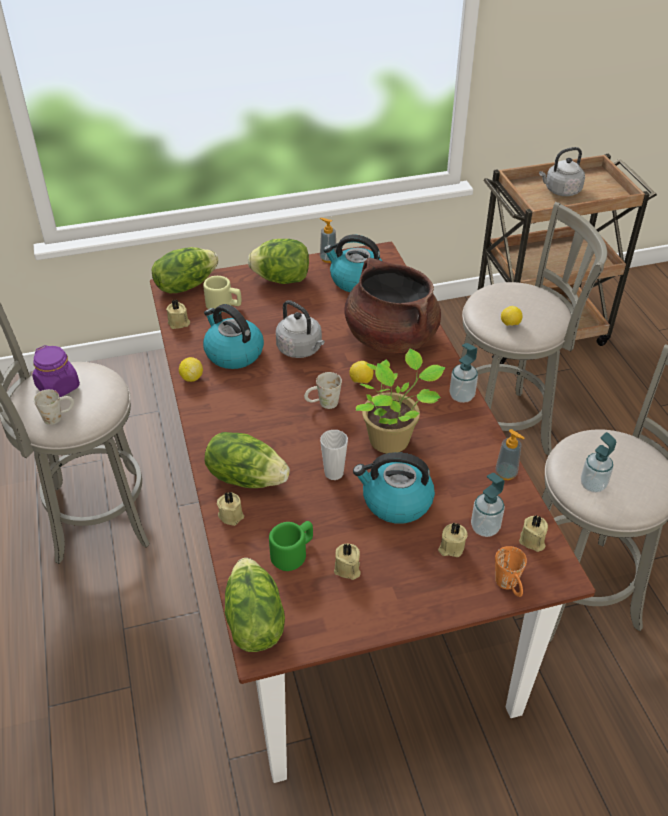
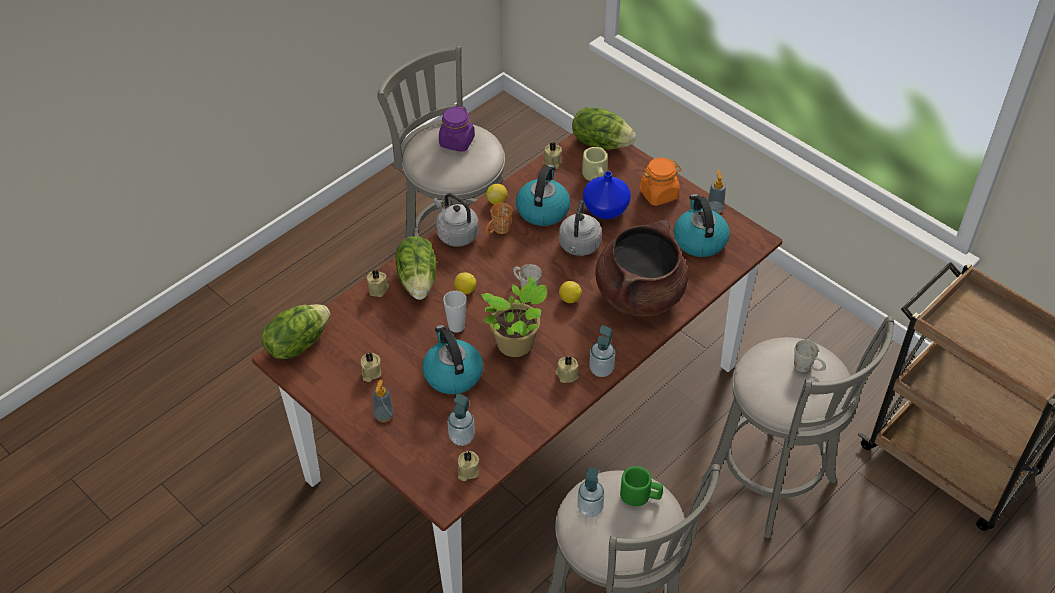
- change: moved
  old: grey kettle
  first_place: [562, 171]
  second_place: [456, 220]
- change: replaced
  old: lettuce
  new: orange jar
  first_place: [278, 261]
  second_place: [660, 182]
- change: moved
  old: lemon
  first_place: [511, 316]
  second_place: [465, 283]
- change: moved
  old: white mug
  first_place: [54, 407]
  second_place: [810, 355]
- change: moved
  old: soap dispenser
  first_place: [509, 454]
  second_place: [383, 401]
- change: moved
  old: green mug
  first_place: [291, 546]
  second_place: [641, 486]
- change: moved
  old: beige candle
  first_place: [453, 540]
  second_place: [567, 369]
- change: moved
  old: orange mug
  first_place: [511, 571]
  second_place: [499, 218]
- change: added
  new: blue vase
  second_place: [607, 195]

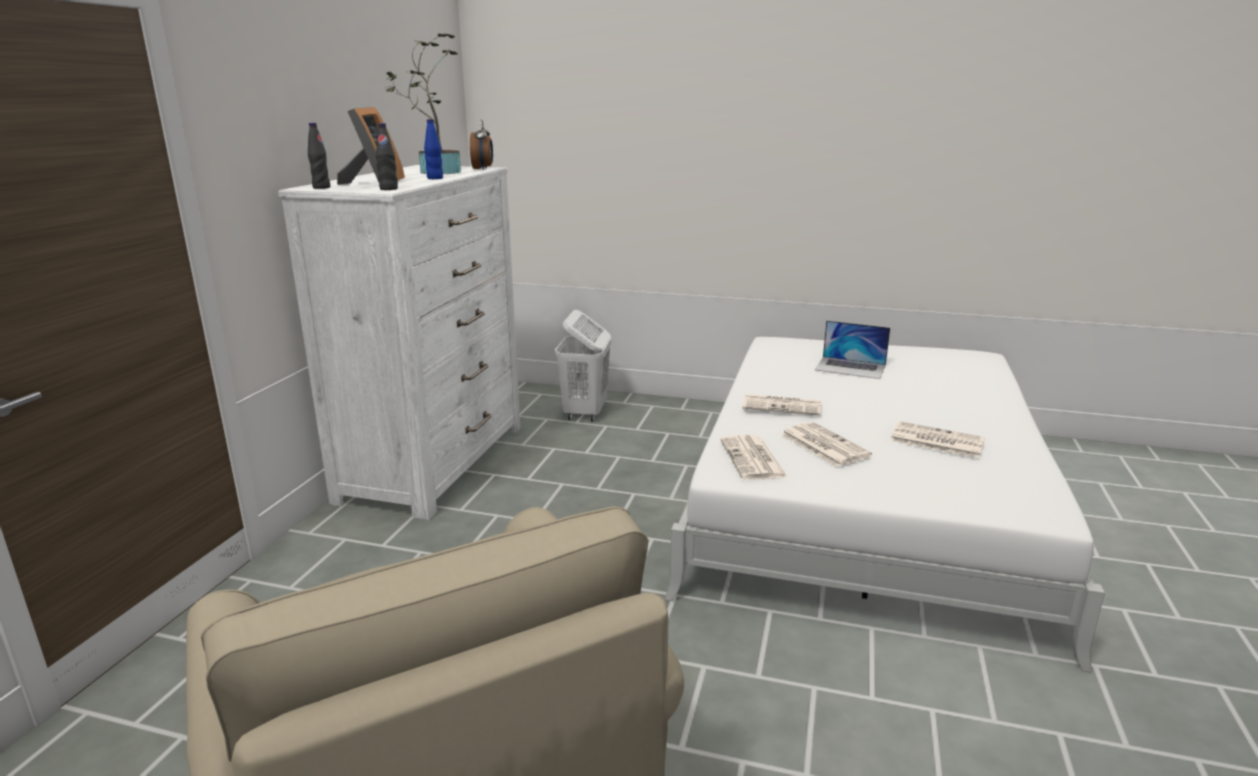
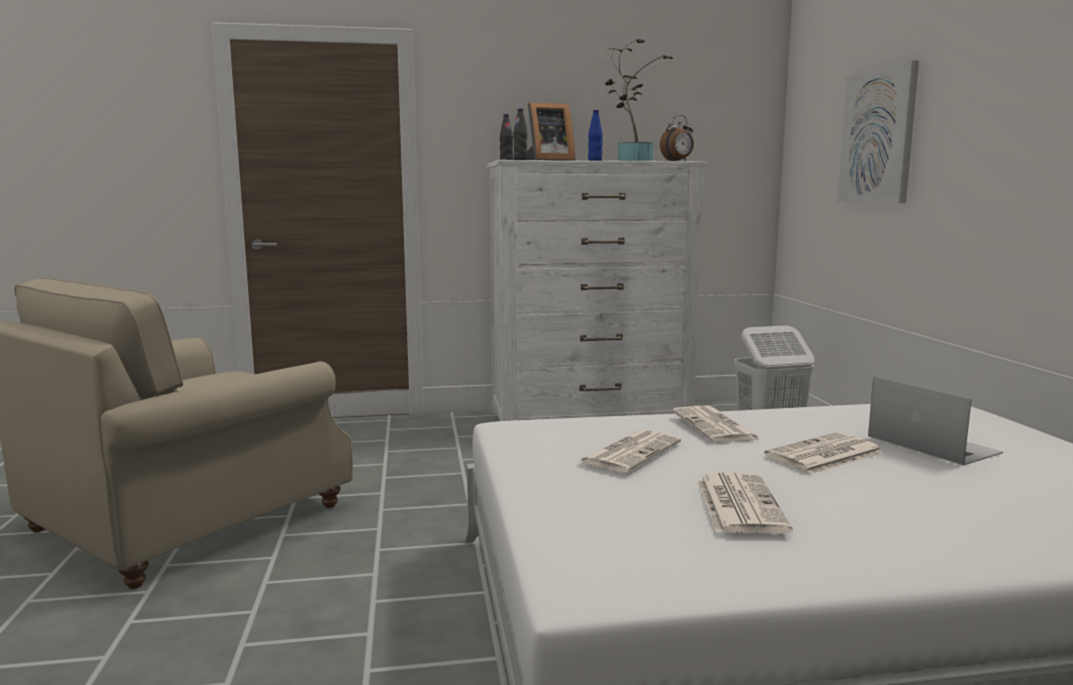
- change: turned
  old: laptop
  first_place: [852, 349]
  second_place: [935, 421]
  degrees: 150
- change: moved
  old: newspaper
  first_place: [754, 457]
  second_place: [823, 453]
- change: added
  new: picture
  second_place: [878, 131]

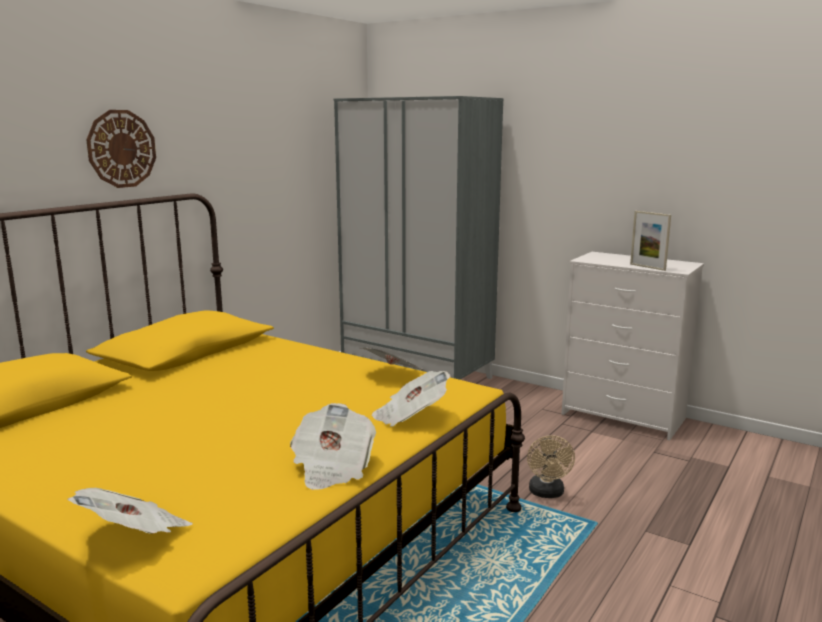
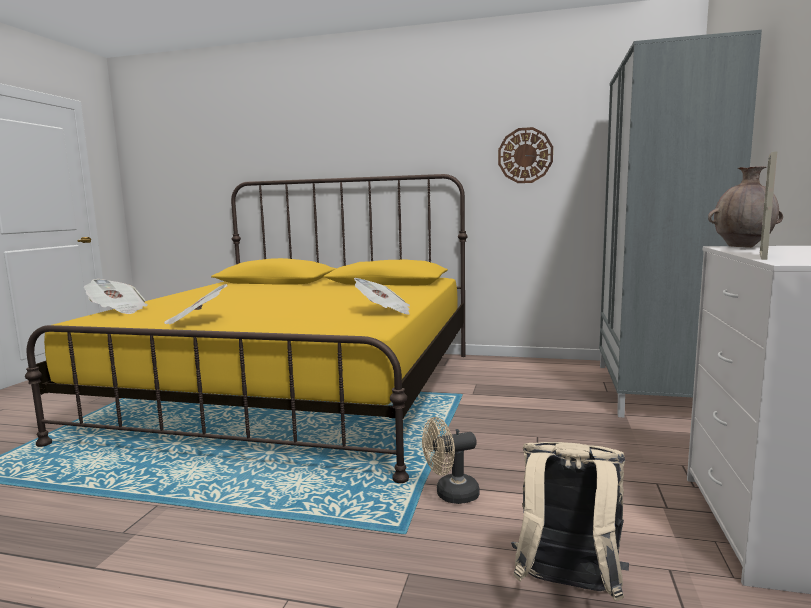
- change: moved
  old: wall clock
  first_place: [121, 149]
  second_place: [525, 155]
- change: removed
  old: newspaper
  first_place: [411, 399]
- change: added
  new: brown vase
  second_place: [745, 207]
- change: added
  new: beige backpack
  second_place: [570, 521]

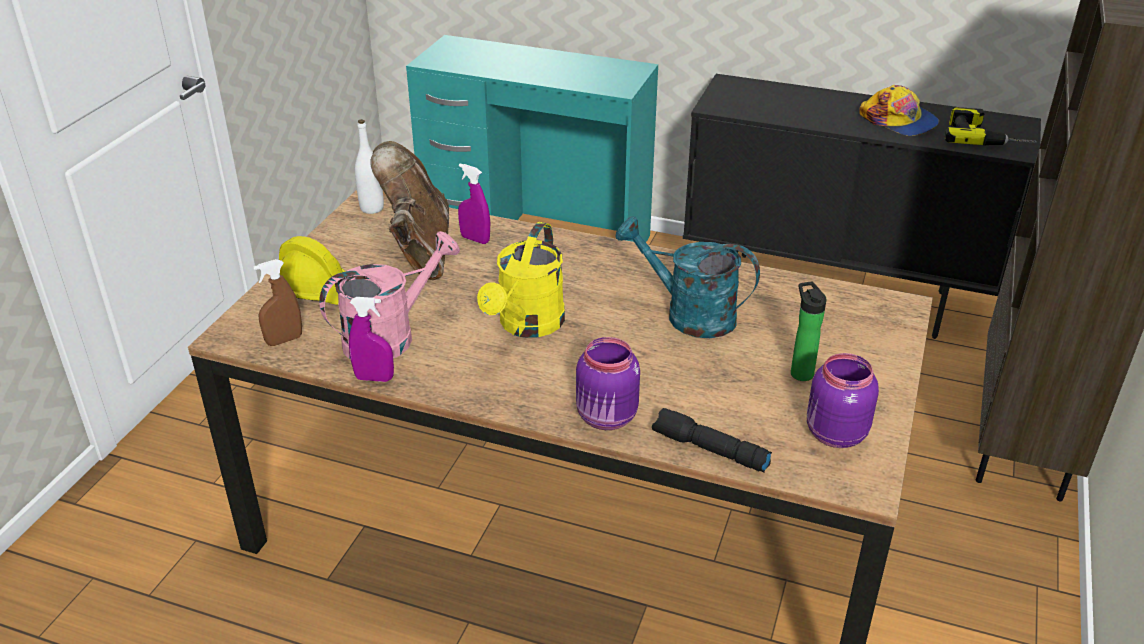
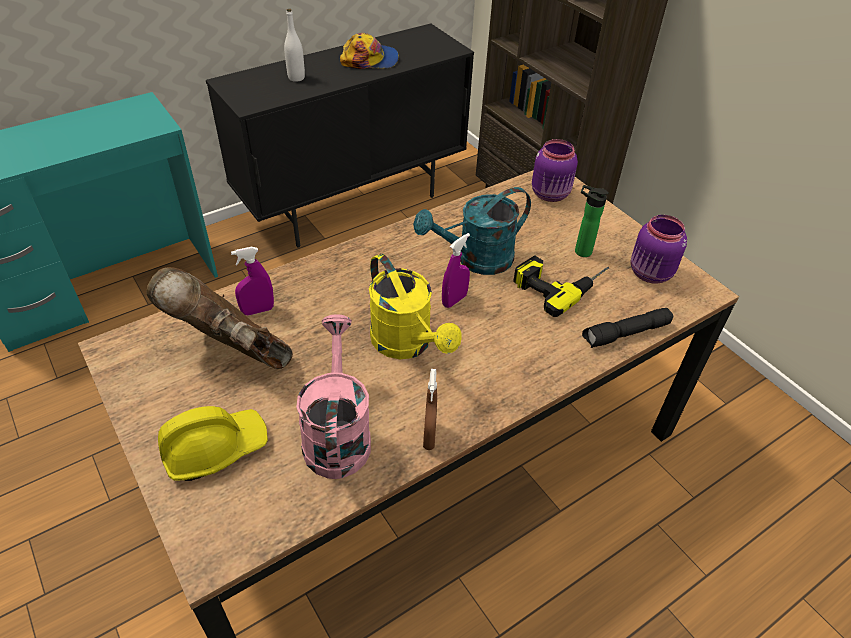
- change: moved
  old: power drill
  first_place: [990, 126]
  second_place: [561, 286]
- change: moved
  old: white bottle
  first_place: [369, 166]
  second_place: [294, 45]
- change: moved
  old: brown spray bottle
  first_place: [277, 302]
  second_place: [430, 409]
- change: moved
  old: purple spray bottle
  first_place: [371, 339]
  second_place: [456, 270]
- change: moved
  old: purple jar
  first_place: [608, 383]
  second_place: [555, 170]

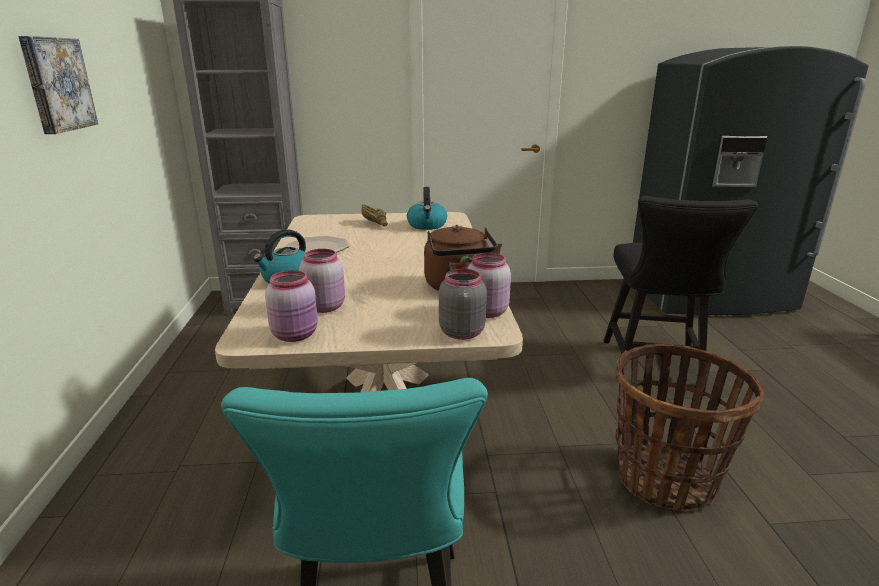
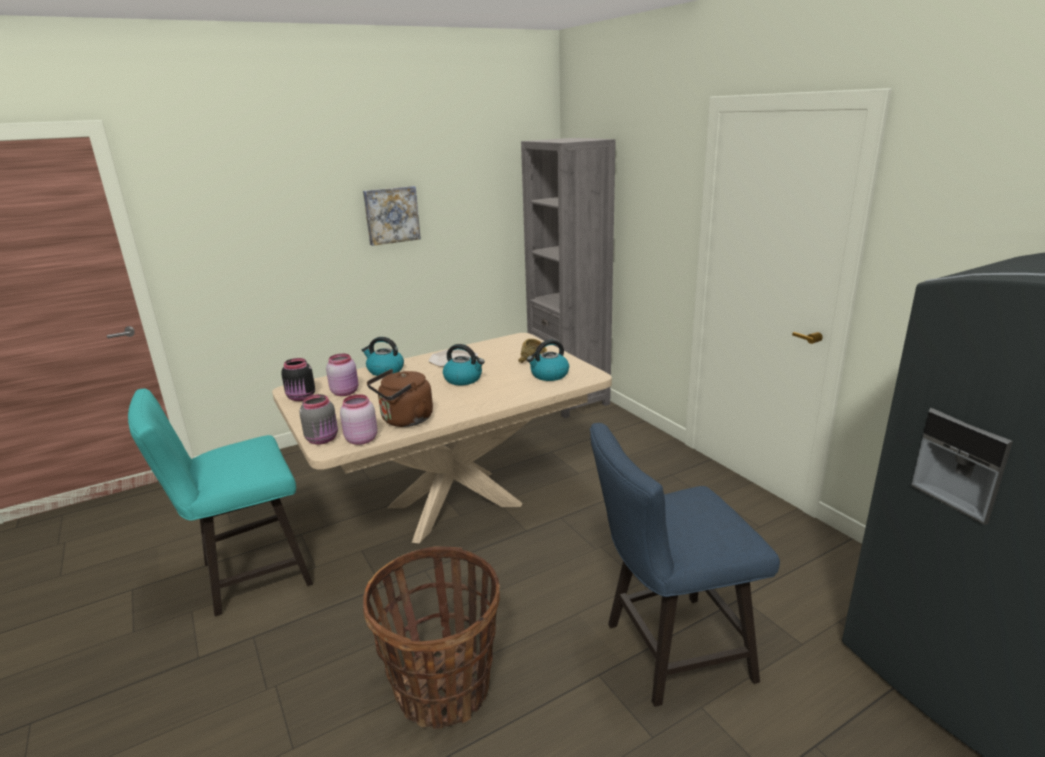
- change: recoloured
  old: black chair
  new: blue chair
  first_place: [680, 284]
  second_place: [685, 565]
- change: recoloured
  old: pink jar
  new: black jar
  first_place: [291, 306]
  second_place: [298, 379]
- change: added
  new: kettle
  second_place: [464, 364]

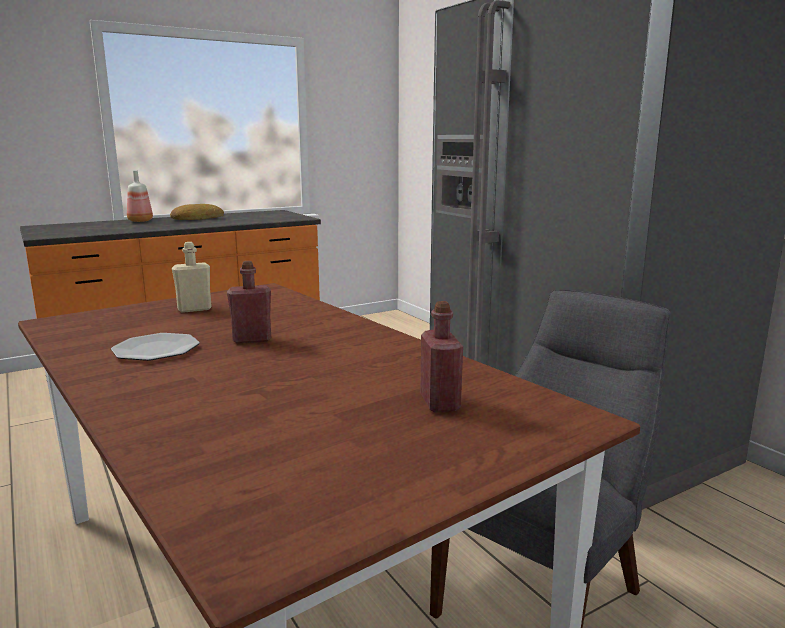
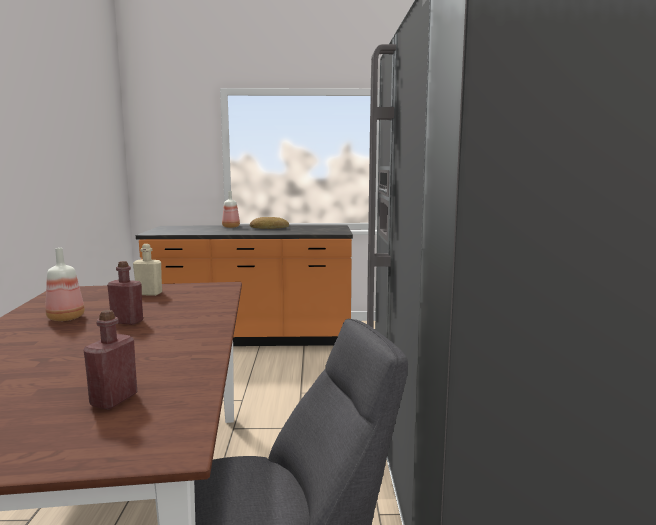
- change: replaced
  old: plate
  new: bottle
  first_place: [155, 347]
  second_place: [65, 284]

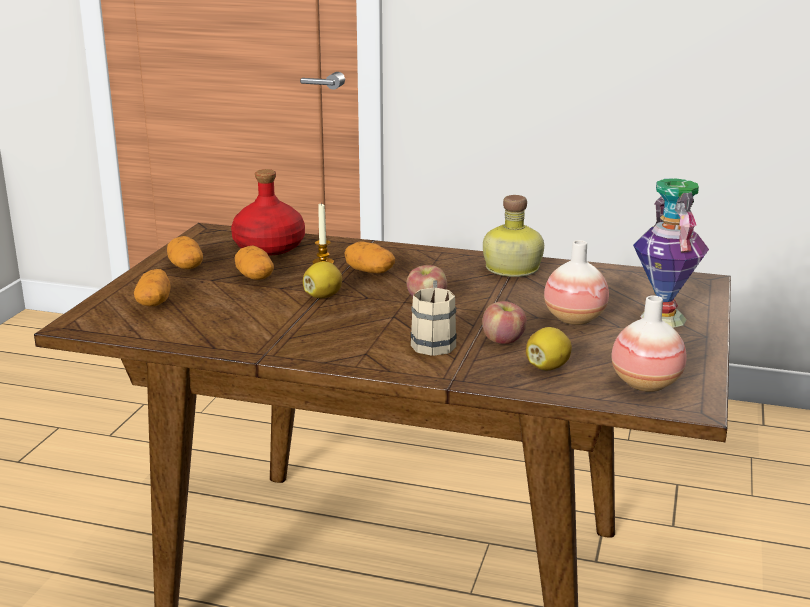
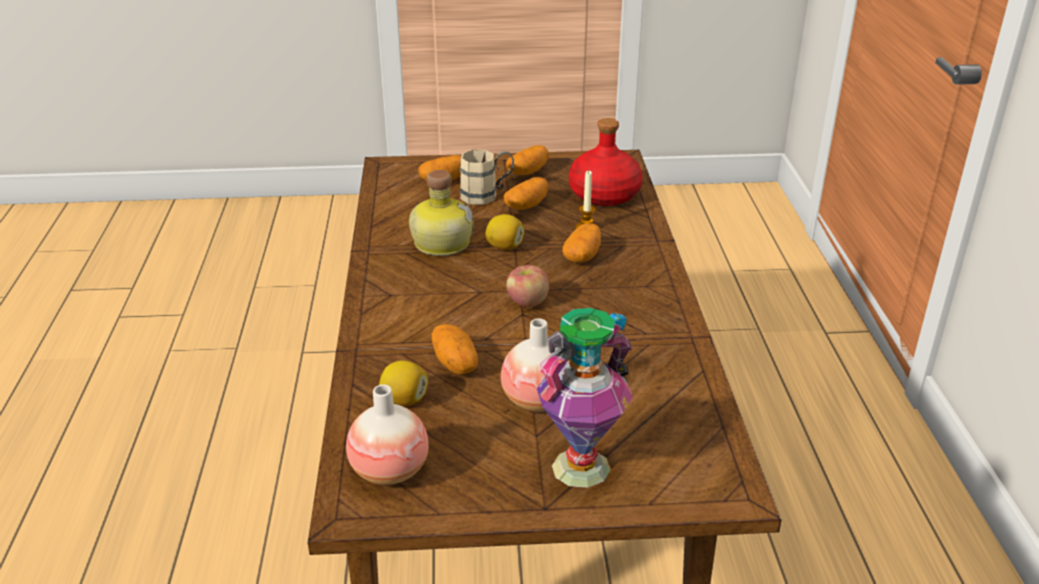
- change: moved
  old: bottle
  first_place: [513, 236]
  second_place: [441, 213]
- change: moved
  old: beige mug
  first_place: [434, 318]
  second_place: [487, 177]
- change: replaced
  old: apple
  new: potato
  first_place: [504, 322]
  second_place: [455, 349]

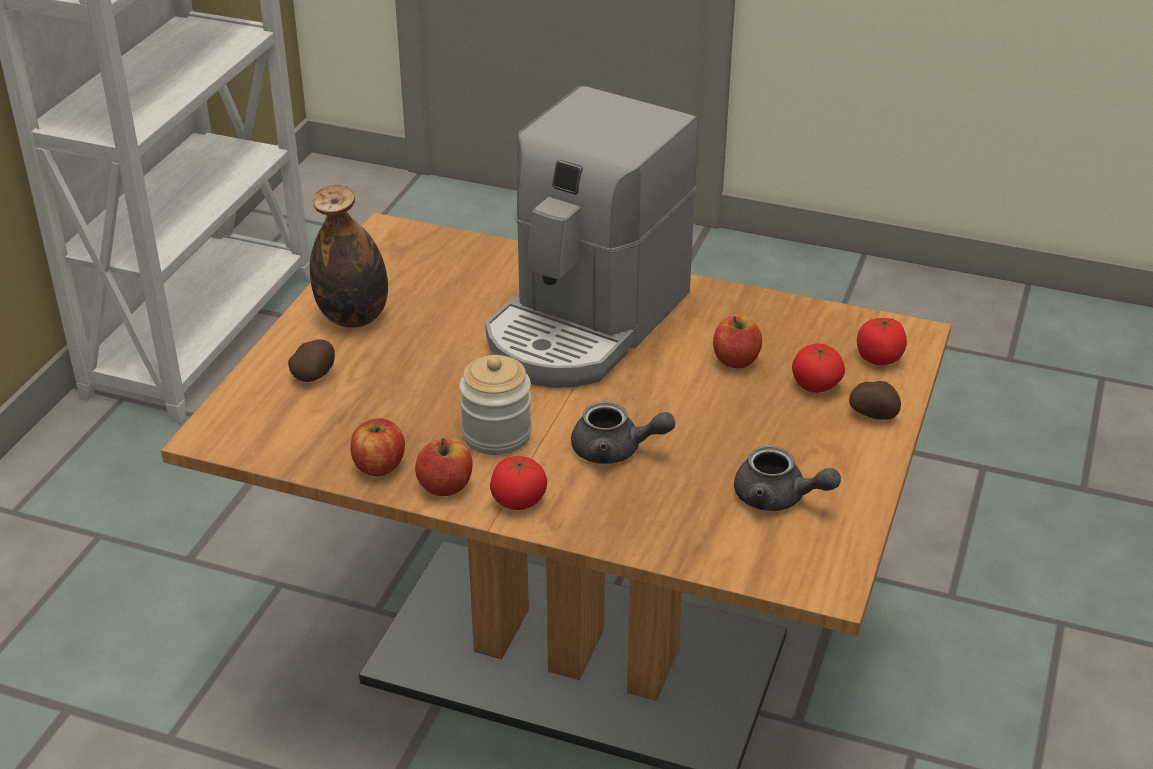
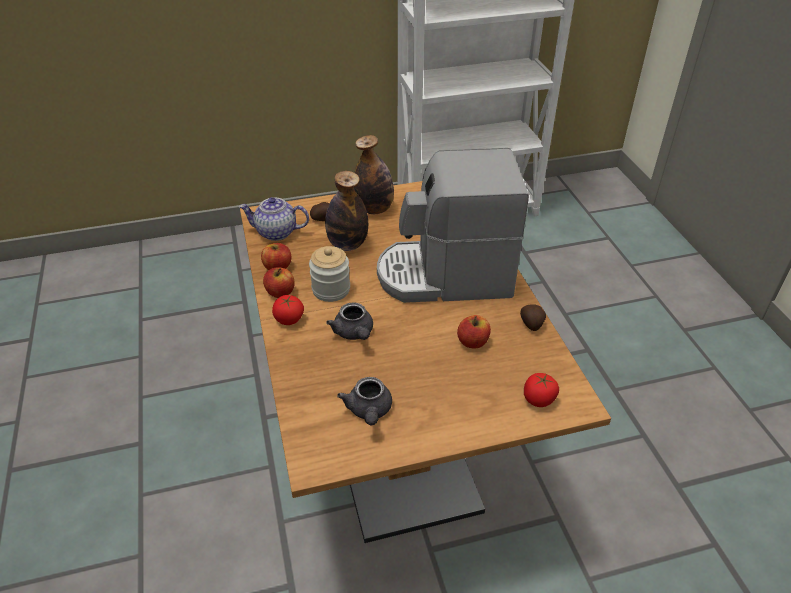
- change: removed
  old: tomato
  first_place: [818, 368]
- change: moved
  old: potato
  first_place: [875, 400]
  second_place: [533, 317]
- change: added
  new: bottle
  second_place: [346, 211]
- change: added
  new: teapot
  second_place: [274, 219]

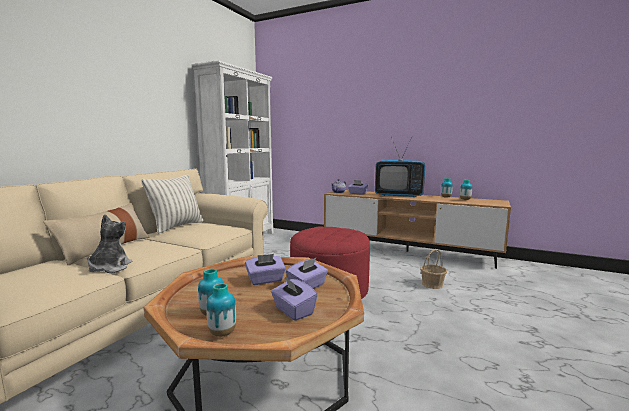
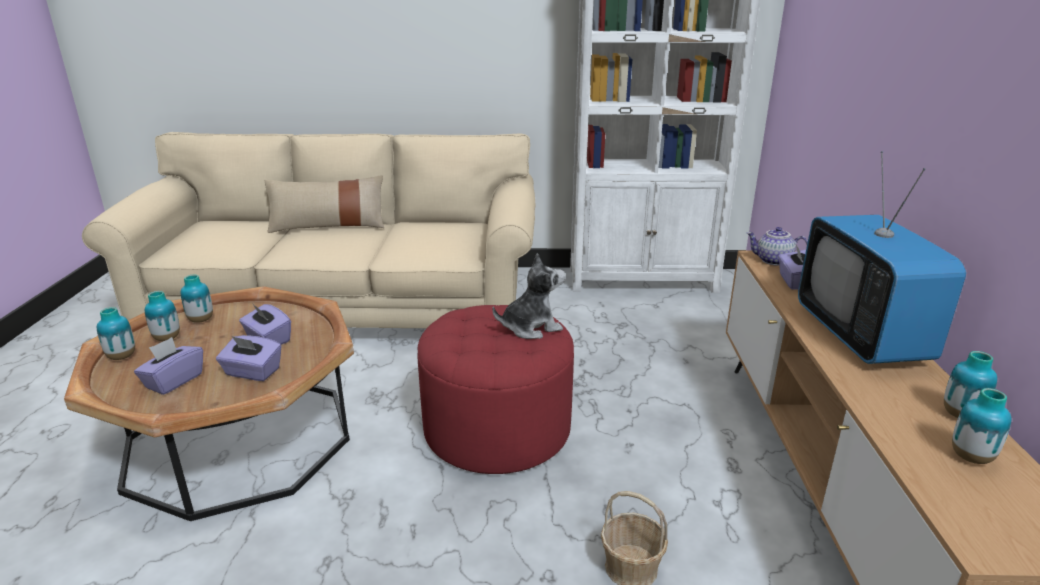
- change: removed
  old: pillow
  first_place: [172, 204]
- change: moved
  old: plush toy
  first_place: [110, 243]
  second_place: [529, 296]
- change: added
  new: vase
  second_place: [197, 299]

